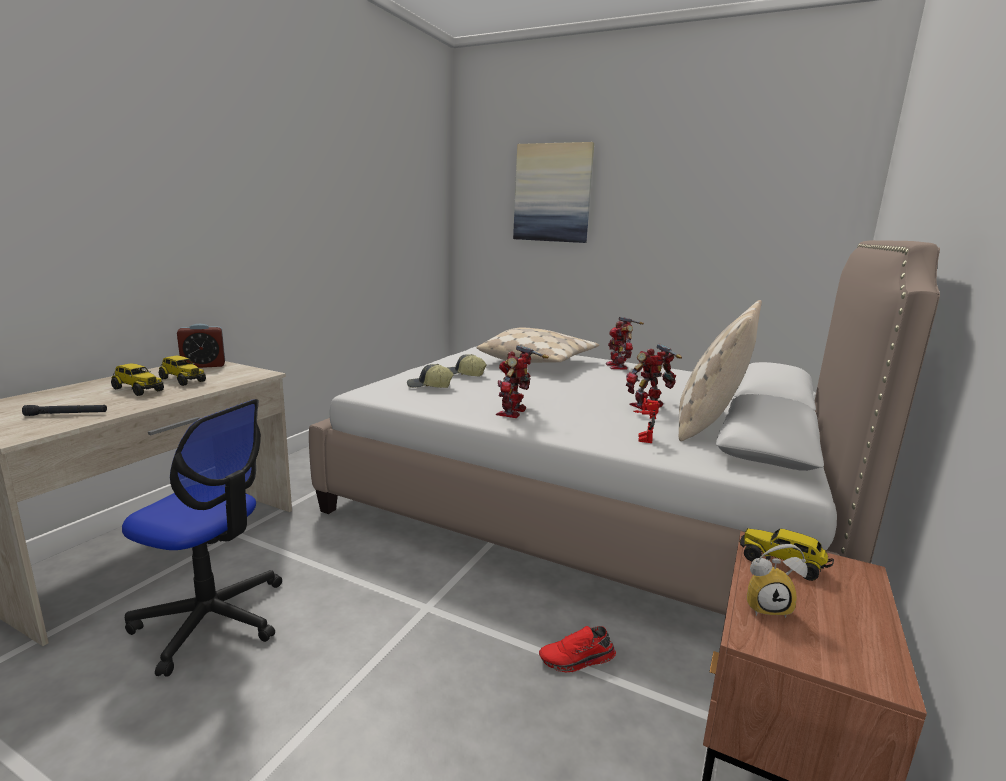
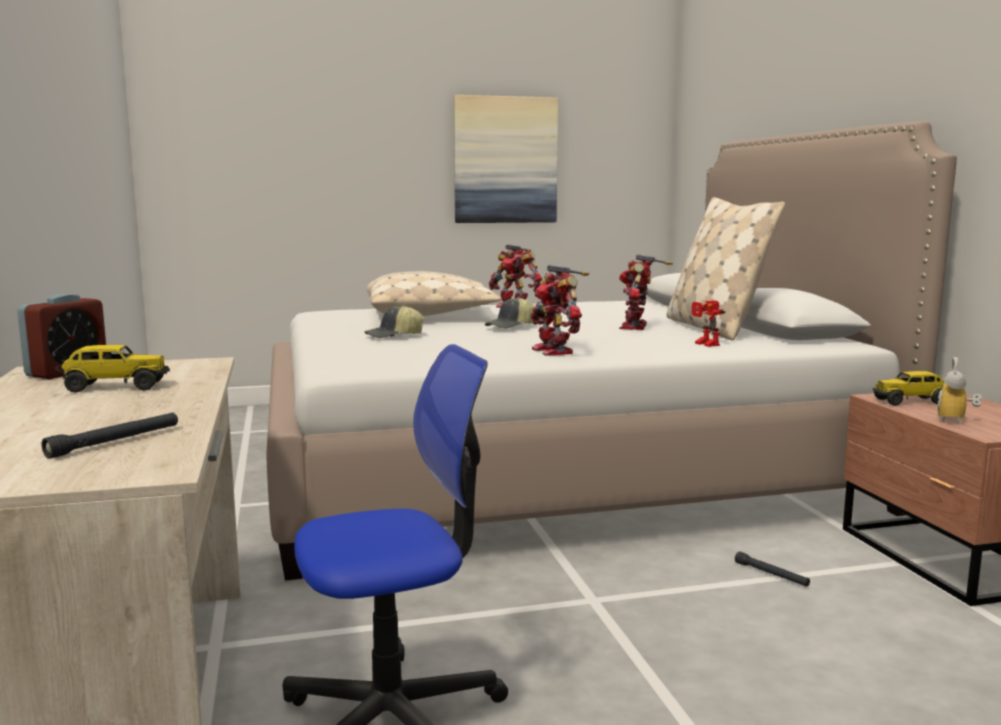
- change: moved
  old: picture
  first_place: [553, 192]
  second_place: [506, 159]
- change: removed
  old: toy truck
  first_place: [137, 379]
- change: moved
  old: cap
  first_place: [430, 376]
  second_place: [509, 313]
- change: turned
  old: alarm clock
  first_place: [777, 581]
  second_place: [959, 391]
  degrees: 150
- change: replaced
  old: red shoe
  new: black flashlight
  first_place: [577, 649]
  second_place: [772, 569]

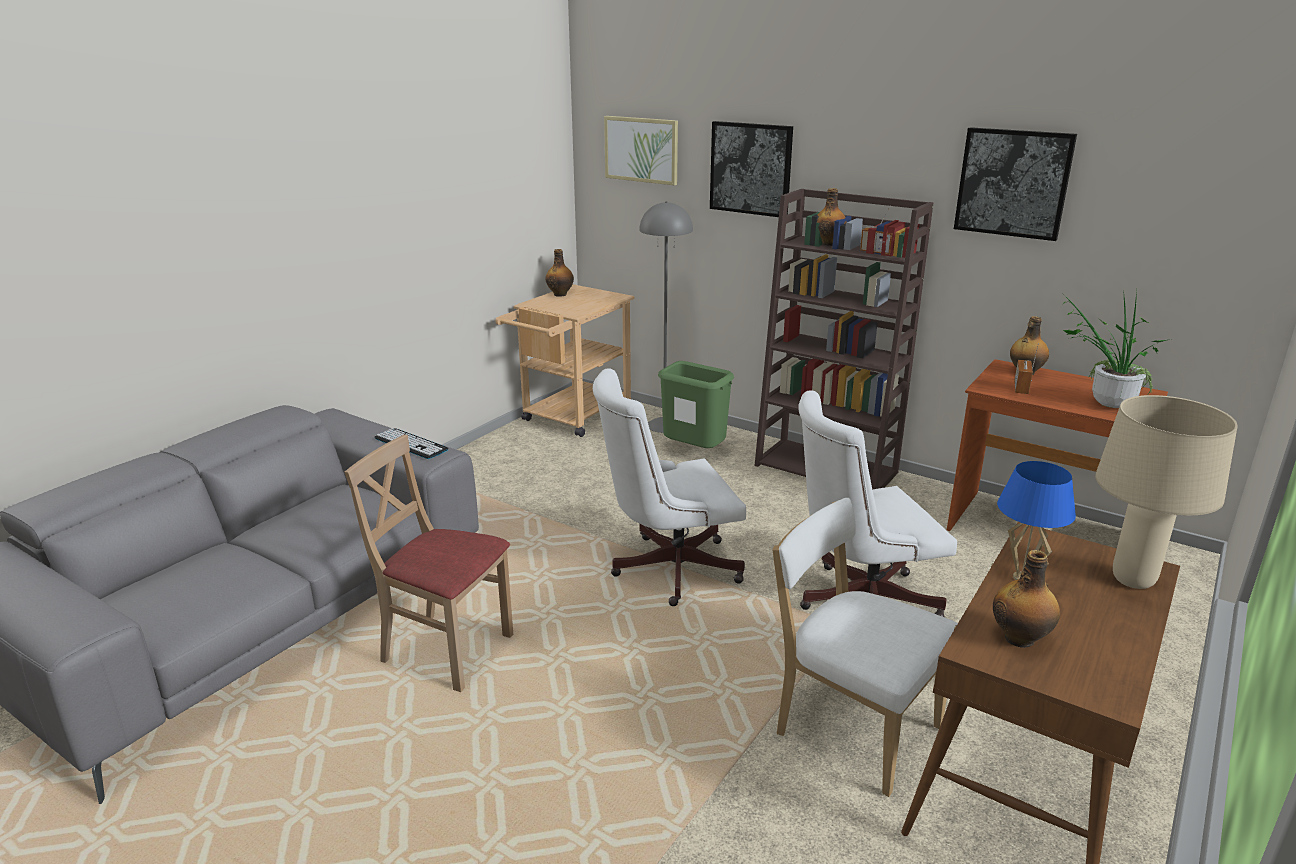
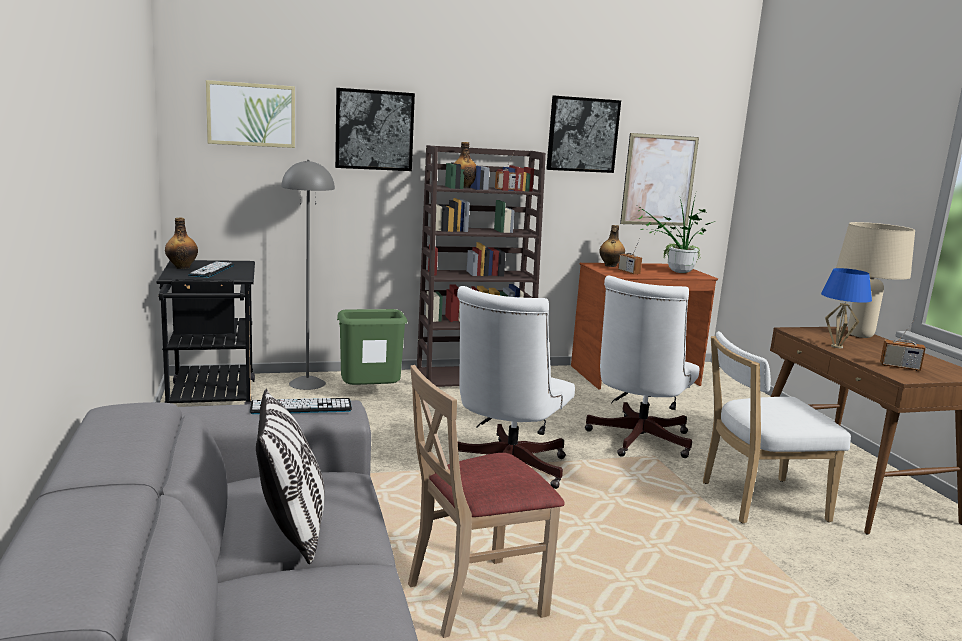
- change: recoloured
  old: beige cart
  new: black cart
  first_place: [564, 360]
  second_place: [206, 332]
- change: replaced
  old: bottle
  new: radio
  first_place: [1026, 599]
  second_place: [903, 344]
- change: added
  new: picture
  second_place: [659, 179]
- change: added
  new: keyboard
  second_place: [211, 270]
- change: added
  new: pillow
  second_place: [290, 476]

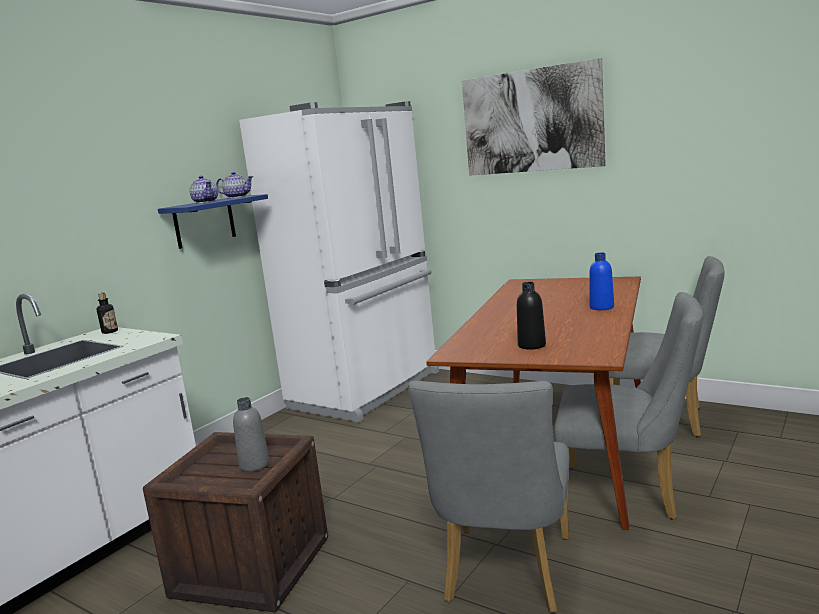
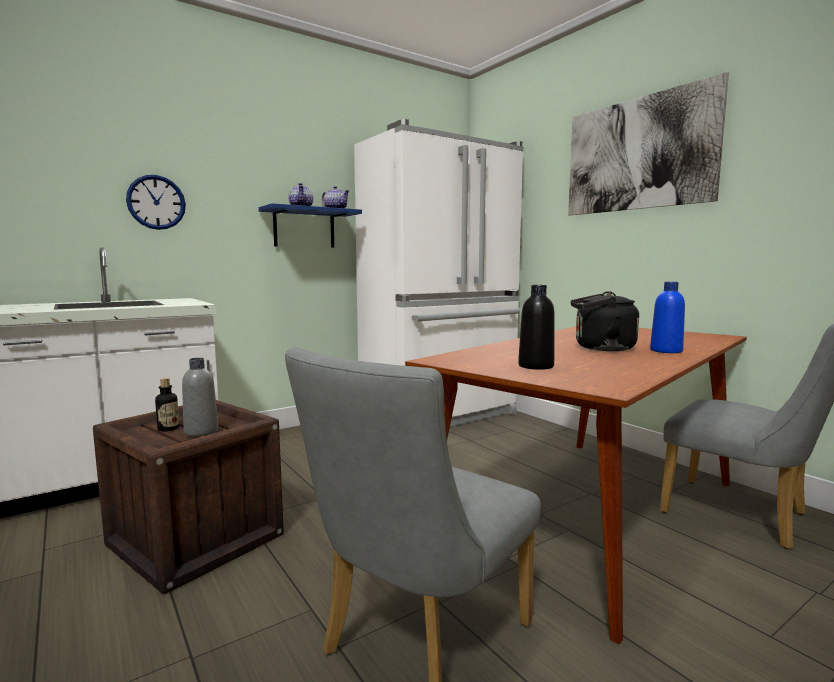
- change: moved
  old: bottle
  first_place: [107, 313]
  second_place: [167, 404]
- change: removed
  old: grey chair
  first_place: [628, 406]
- change: added
  new: wall clock
  second_place: [156, 202]
- change: added
  new: black kettle
  second_place: [604, 321]

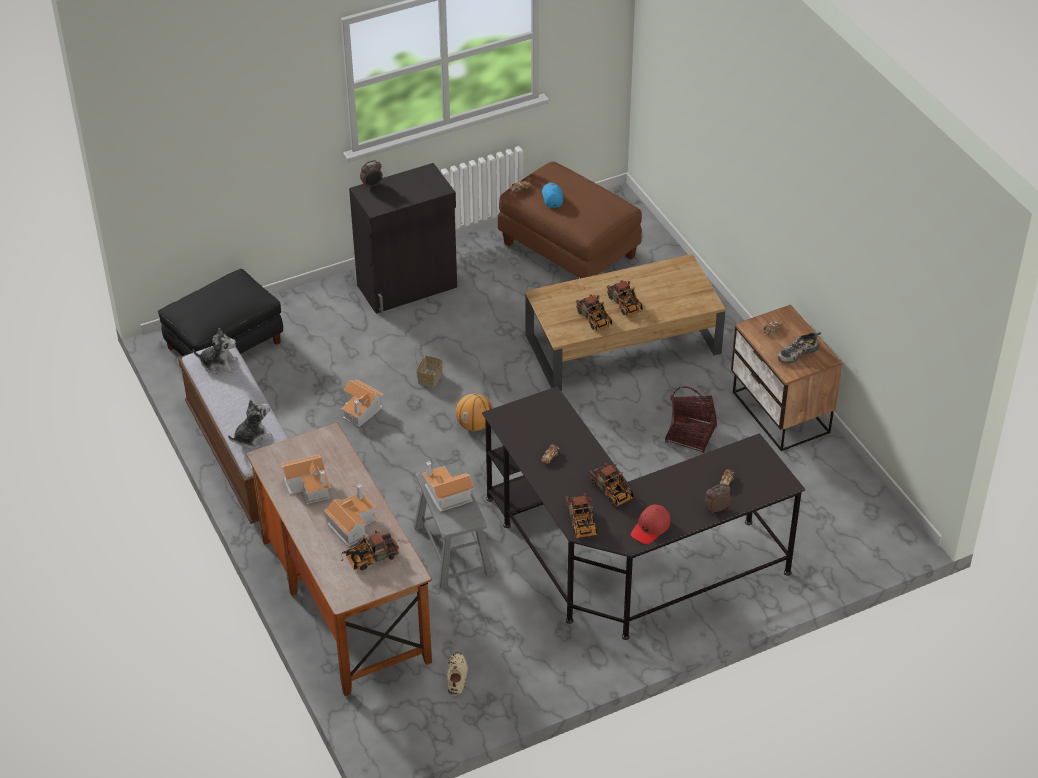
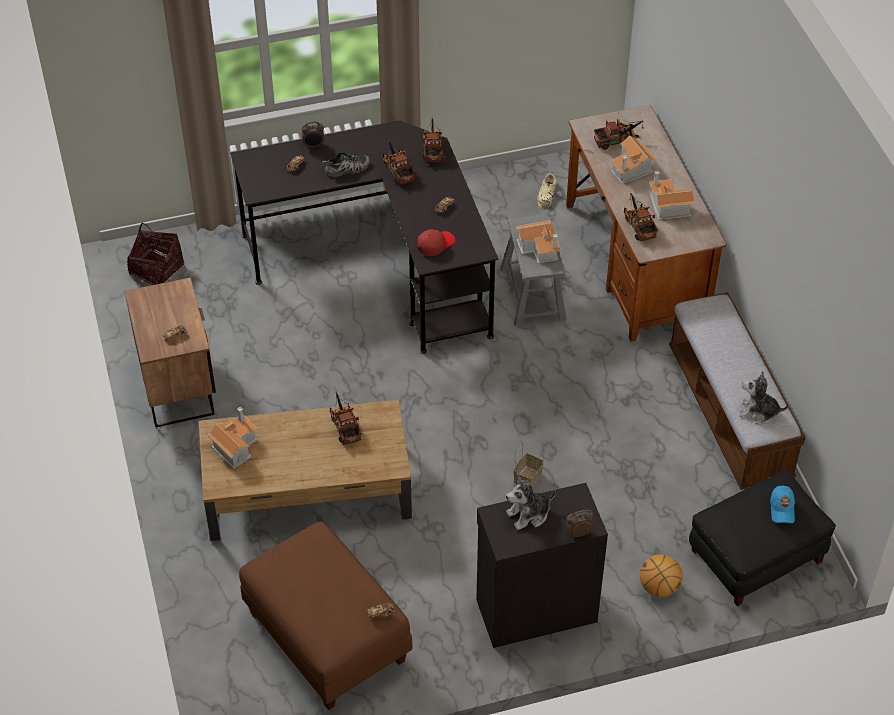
- change: moved
  old: blue cap
  first_place: [552, 195]
  second_place: [782, 504]
- change: moved
  old: toy truck
  first_place: [625, 298]
  second_place: [640, 217]
- change: moved
  old: shoe
  first_place: [799, 348]
  second_place: [346, 164]
- change: moved
  old: toy house
  first_place: [363, 403]
  second_place: [232, 438]
- change: moved
  old: basket
  first_place: [691, 419]
  second_place: [155, 254]
- change: moved
  old: basketball
  first_place: [474, 412]
  second_place: [661, 575]
- change: moved
  old: plush toy
  first_place: [250, 424]
  second_place: [531, 502]
- change: moved
  old: red cap
  first_place: [650, 524]
  second_place: [436, 242]

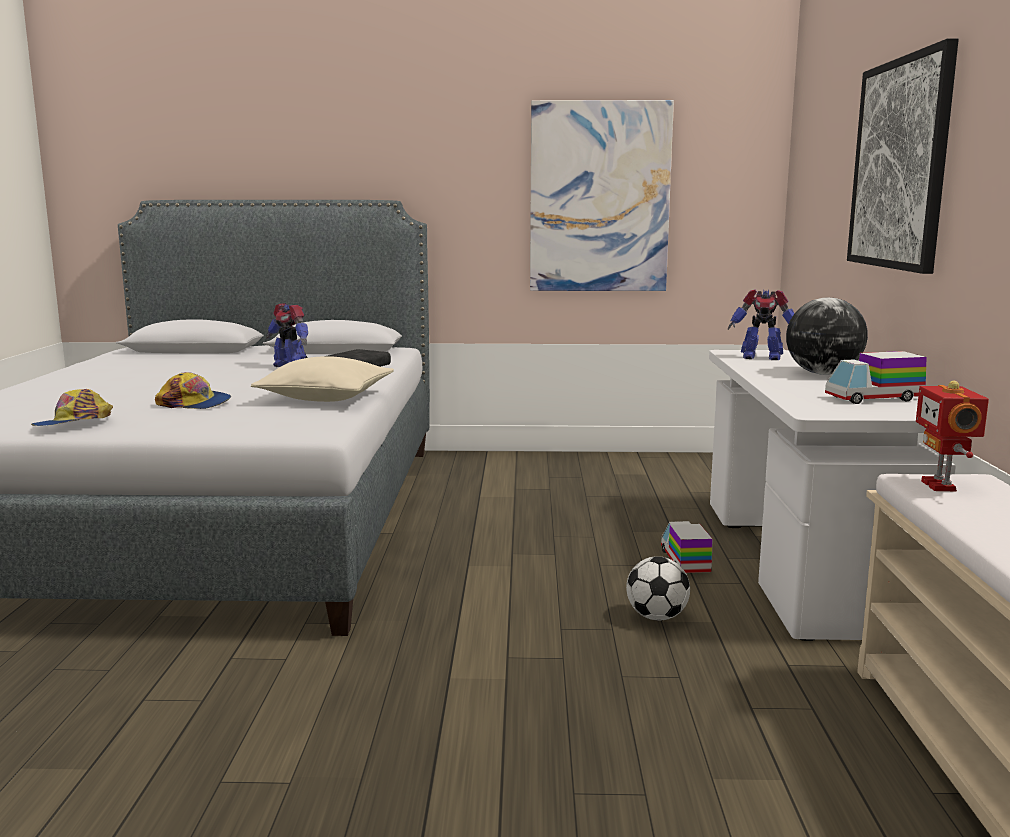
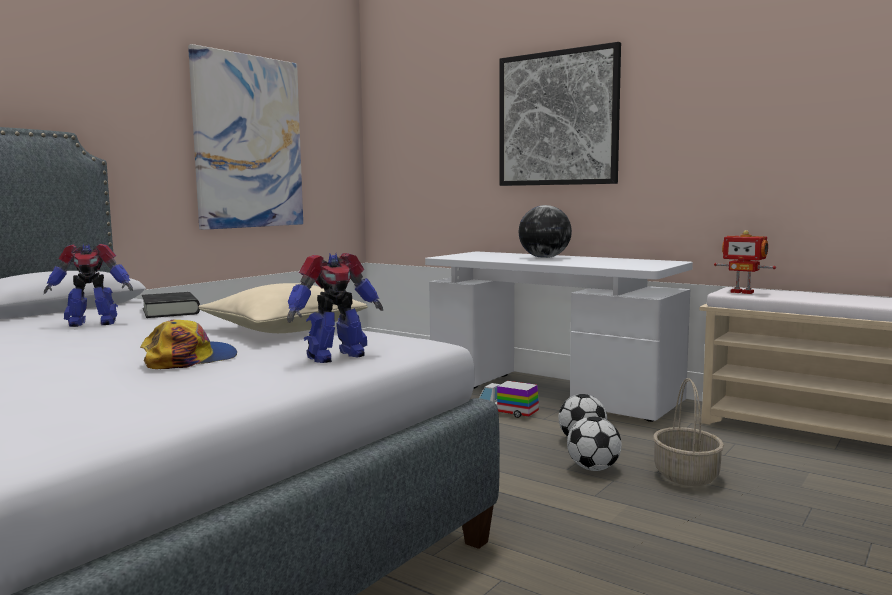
- change: moved
  old: toy robot
  first_place: [761, 324]
  second_place: [335, 308]
- change: removed
  old: toy truck
  first_place: [875, 377]
- change: removed
  old: cap
  first_place: [72, 407]
- change: added
  new: basket
  second_place: [688, 432]
- change: added
  new: football
  second_place: [594, 443]

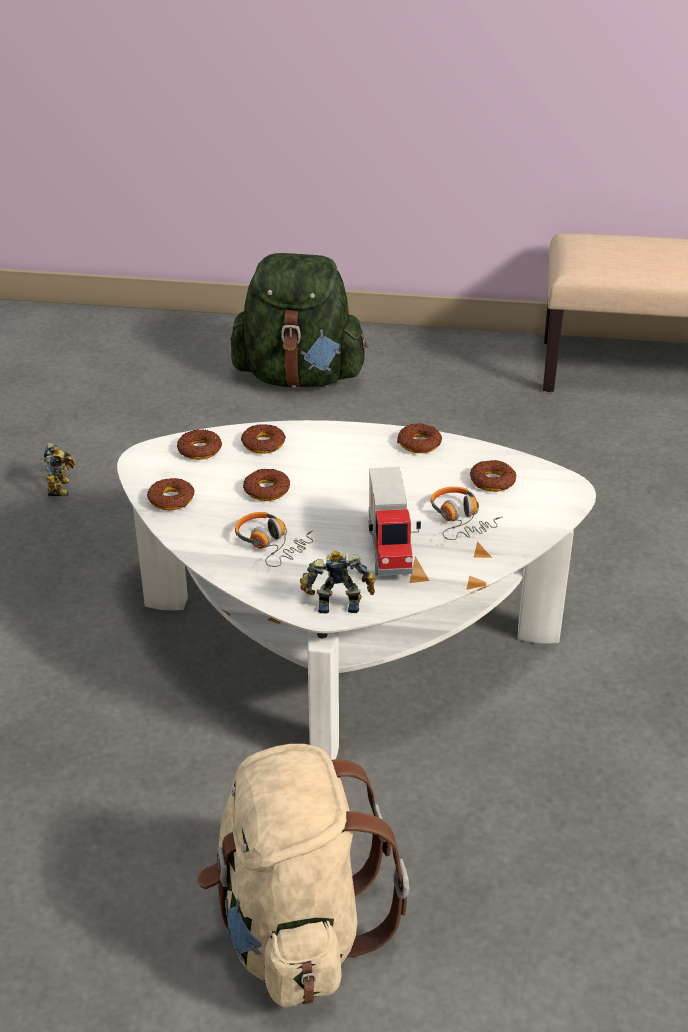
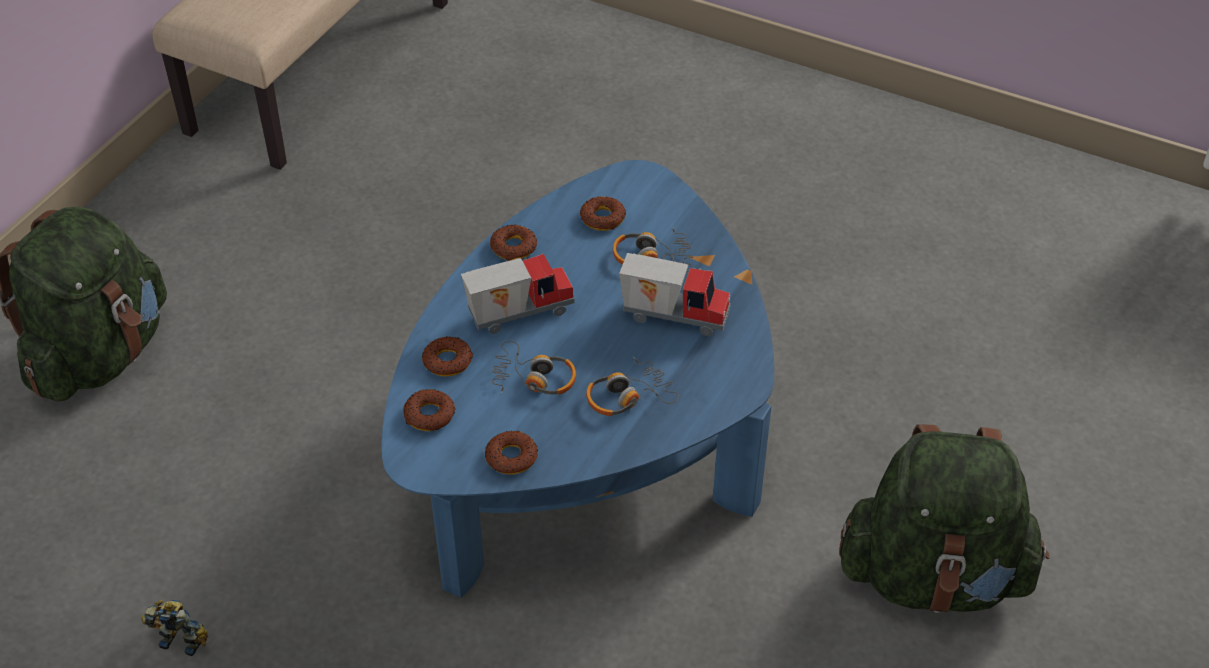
- change: recoloured
  old: white coffee table
  new: blue coffee table
  first_place: [356, 590]
  second_place: [578, 379]
- change: replaced
  old: donut
  new: headphones
  first_place: [266, 485]
  second_place: [534, 368]
- change: removed
  old: toy robot
  first_place: [338, 581]
- change: recoloured
  old: beige backpack
  new: green backpack
  first_place: [303, 876]
  second_place: [944, 518]
- change: added
  new: toy truck
  second_place: [518, 293]

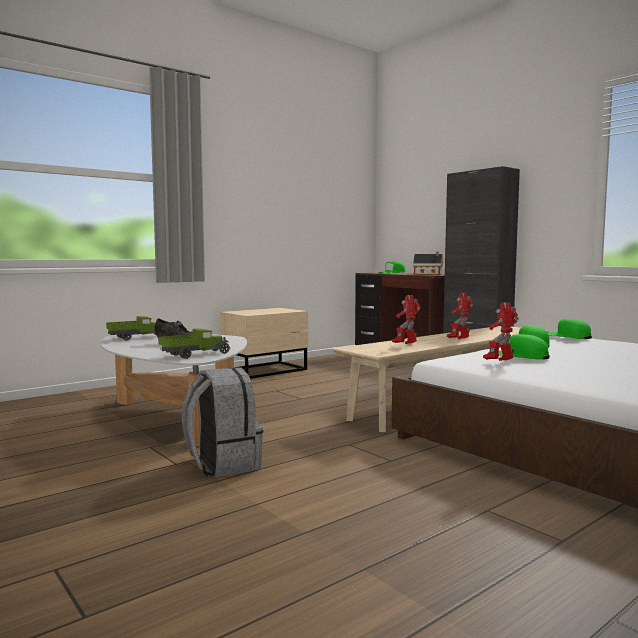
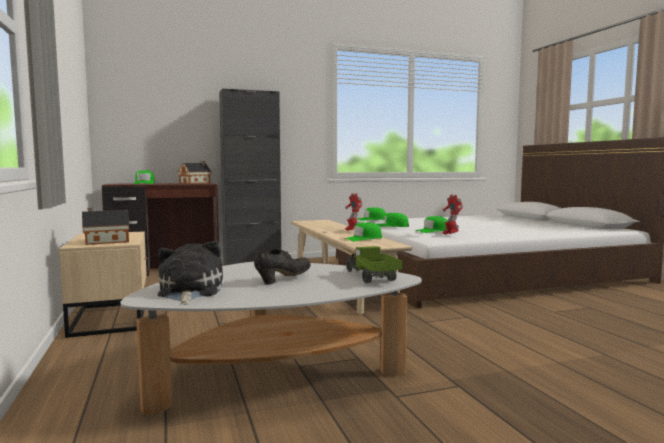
- change: replaced
  old: toy robot
  new: green cap
  first_place: [406, 319]
  second_place: [363, 231]
- change: replaced
  old: toy truck
  new: plush toy
  first_place: [131, 328]
  second_place: [190, 273]
- change: removed
  old: grey backpack
  first_place: [222, 422]
- change: added
  new: toy house
  second_place: [105, 226]

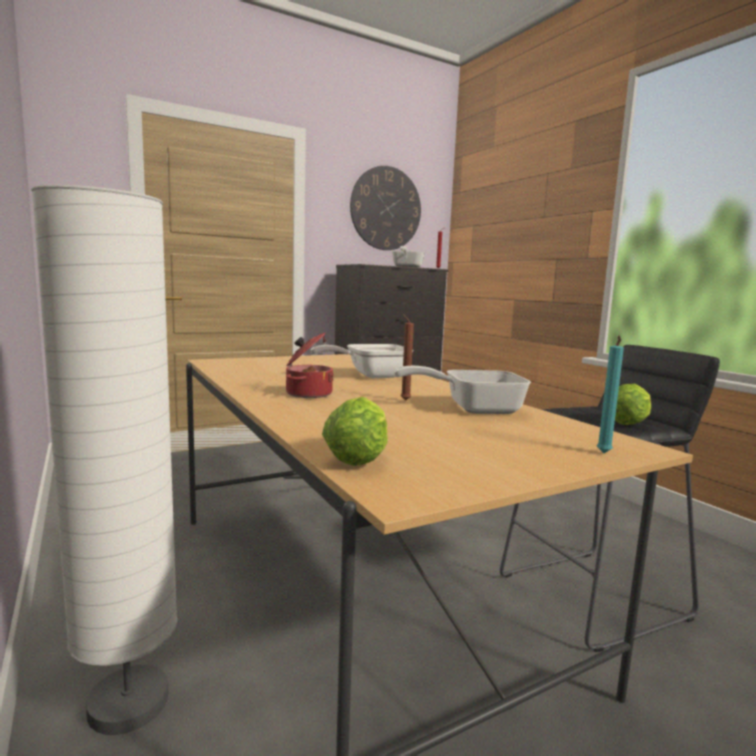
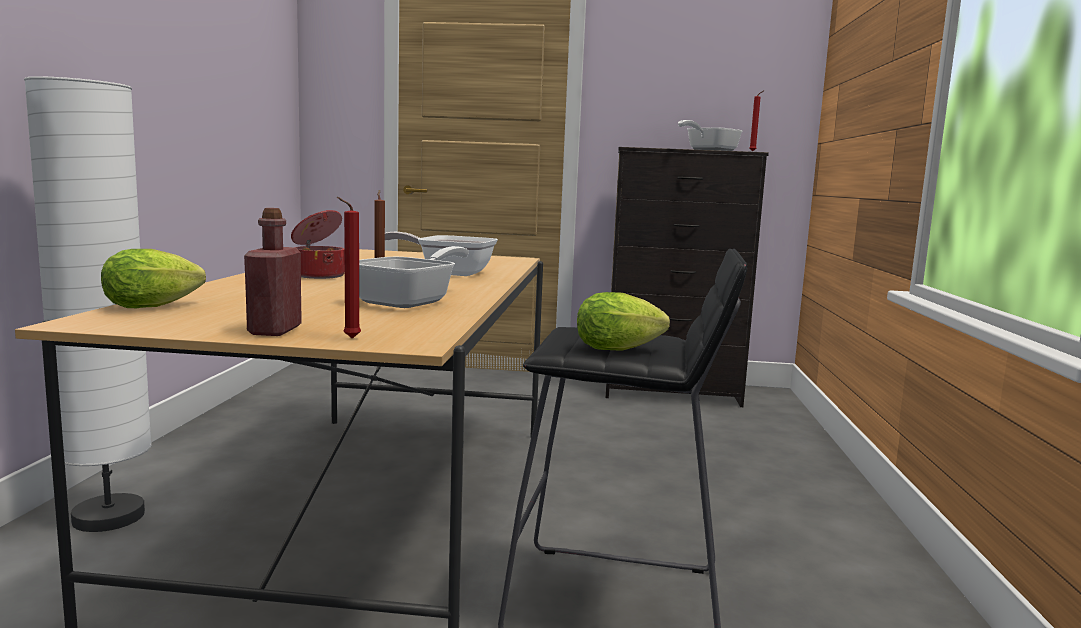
- change: removed
  old: wall clock
  first_place: [385, 208]
- change: recoloured
  old: turquoise candle
  new: red candle
  first_place: [610, 394]
  second_place: [349, 268]
- change: turned
  old: frying pan
  first_place: [462, 390]
  second_place: [414, 277]
  degrees: 90
- change: added
  new: red bottle
  second_place: [273, 272]

